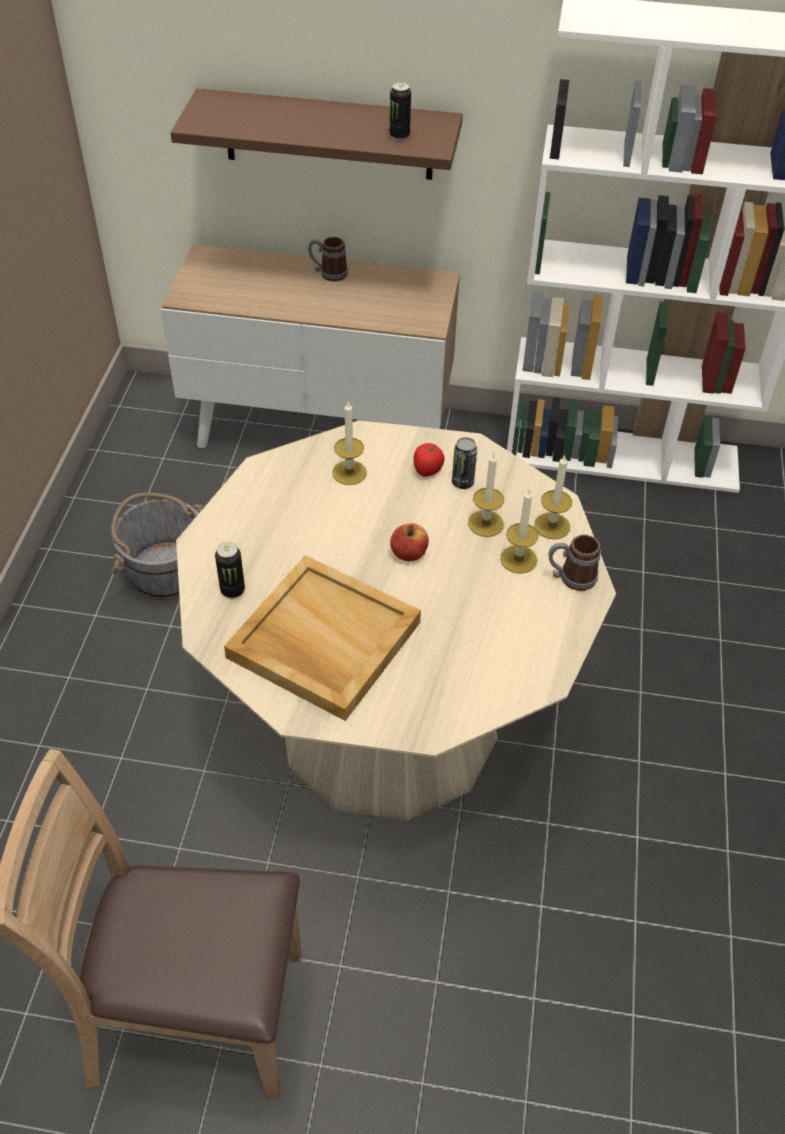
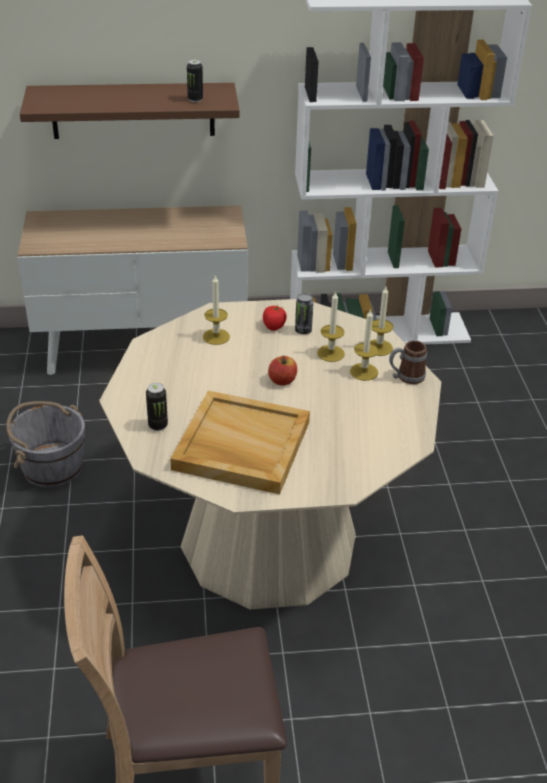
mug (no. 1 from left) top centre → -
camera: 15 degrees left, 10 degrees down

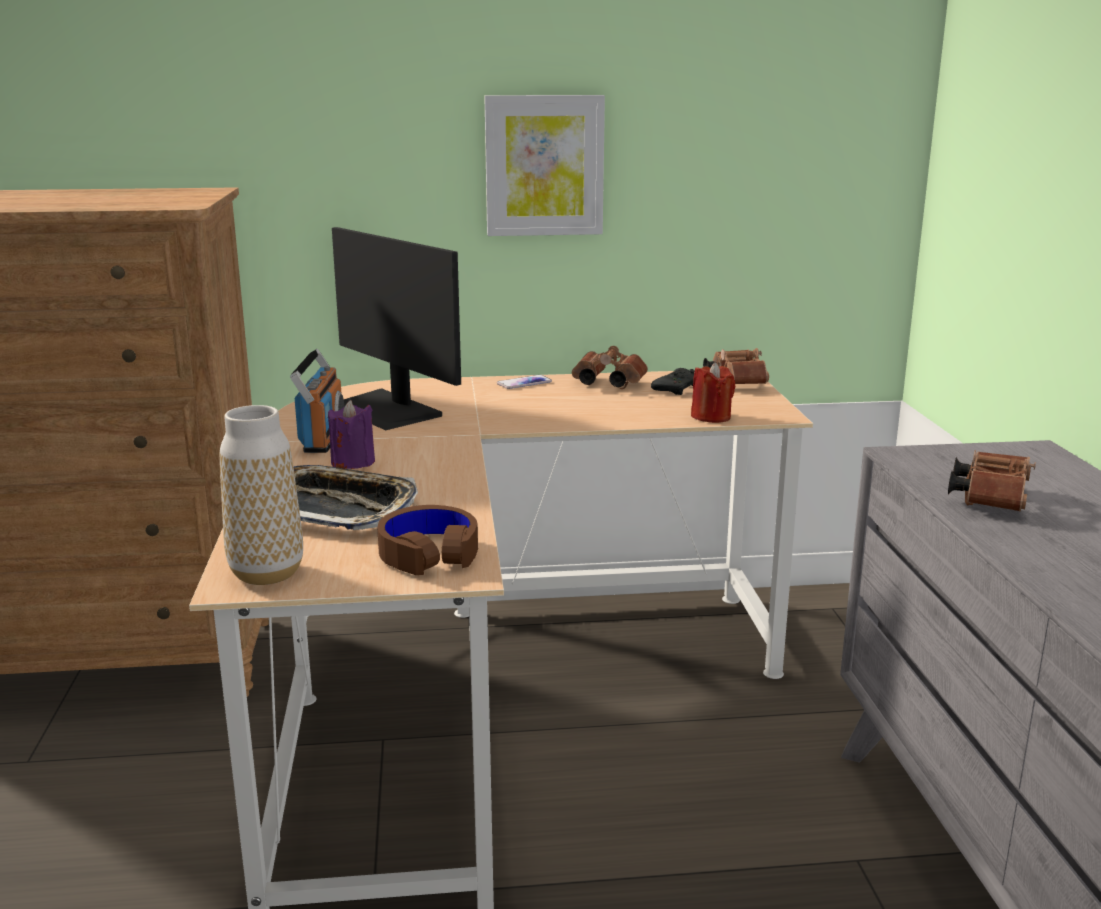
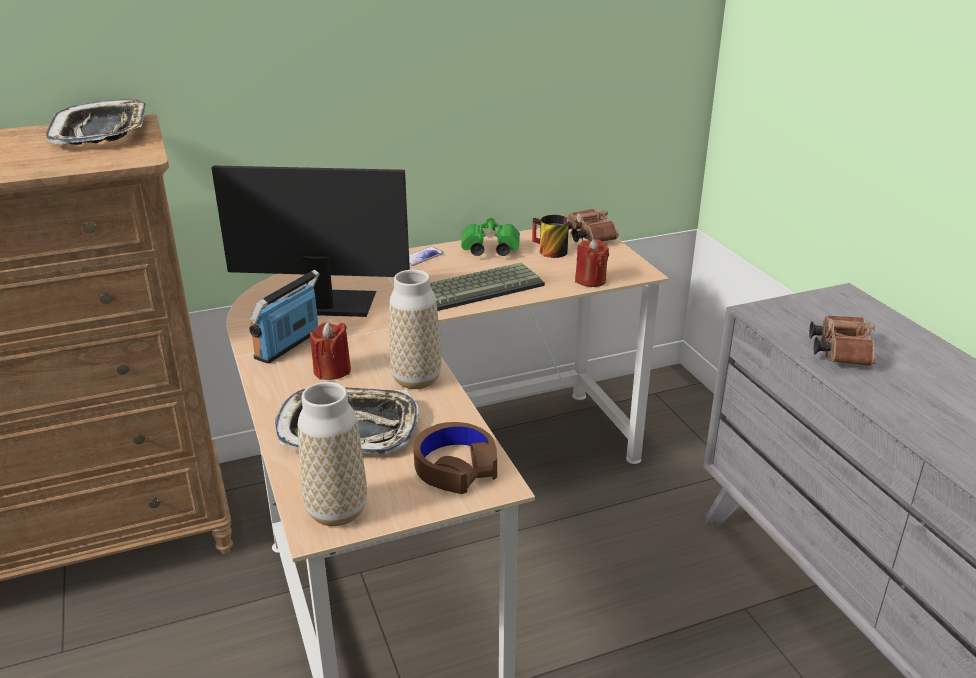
tableau top centre → -
écran d'ordinateur centre → écran d'ordinateur middle left, 150 degrees clockwise
jumelles/marron (no. 1 from left) centre → jumelles/vert centre
radio middle left, 135 degrees counterclockwise
manette/noir centre → mug centre
bougie/violet middle left → bougie/rouge (no. 1 from left) centre
- → plateau (no. 1 from left) top left
- → clavier centre
- → vase (no. 2 from left) centre
camera: 15 degrees left, 10 degrees up

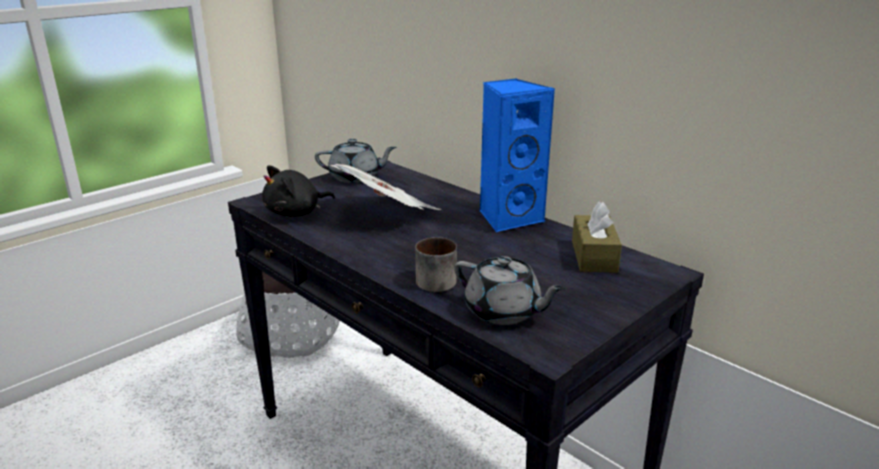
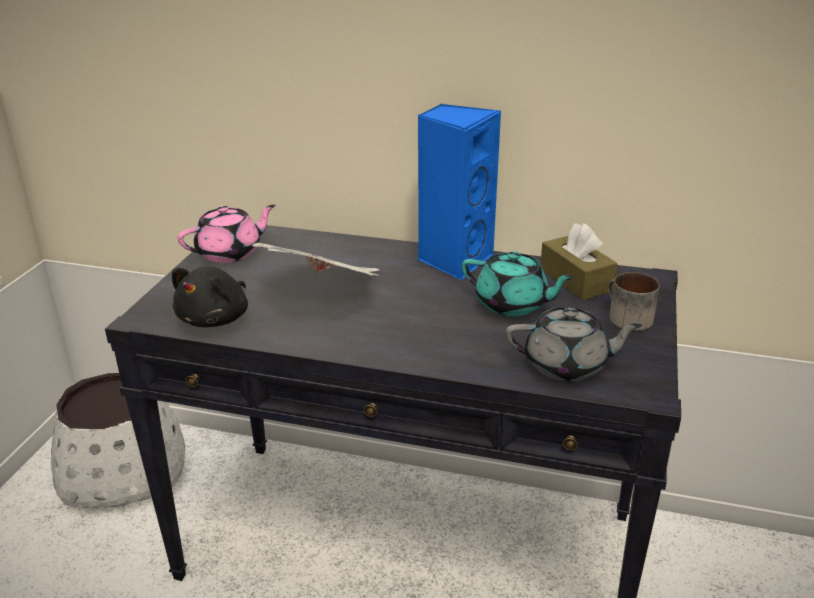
théière/gris (no. 1 from left) centre → théière/rose middle left
mug centre → mug middle right, relocated
- → théière/turquoise centre
camera: 30 degrees left, 5 degrees up

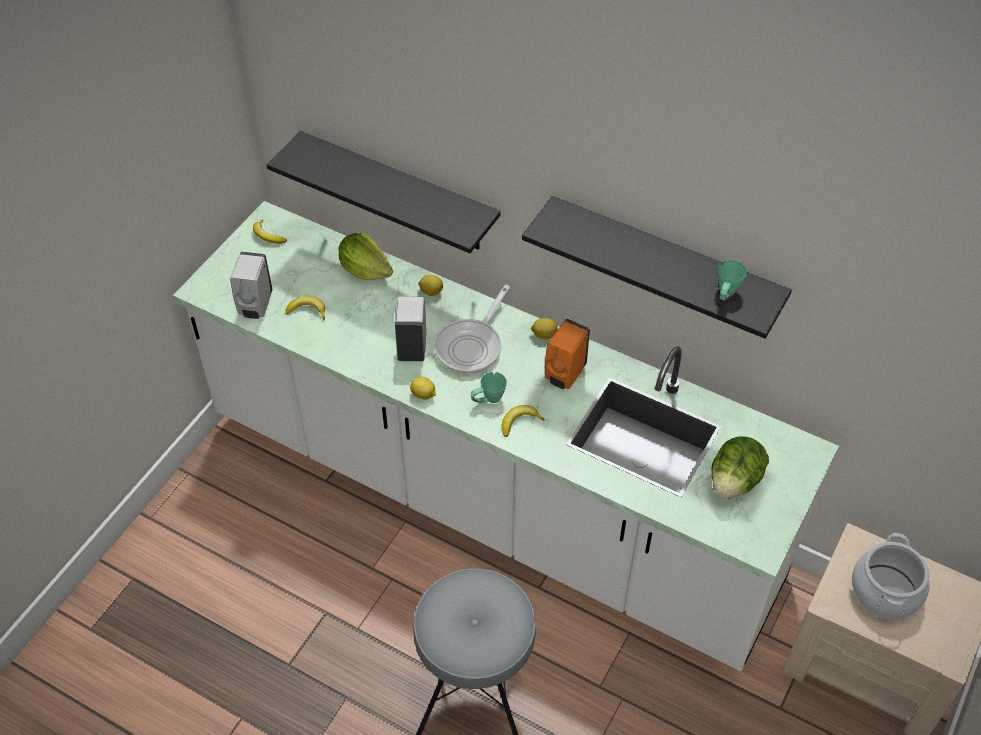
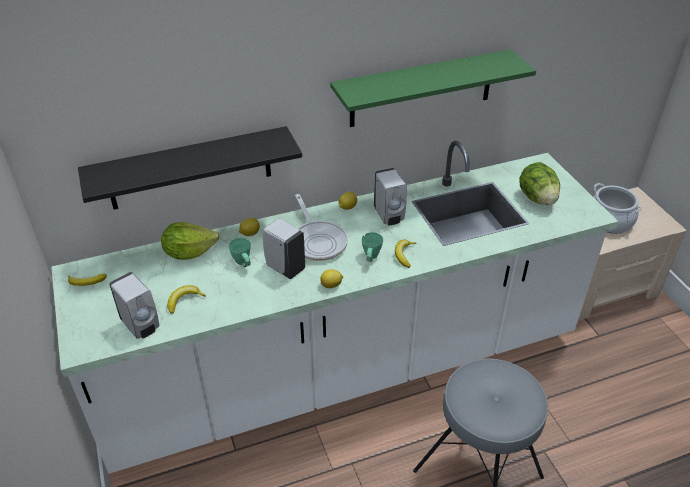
étagère/noir (no. 2 from left) middle right → étagère/vert top centre
mug/vert (no. 2 from left in the first image) middle right → mug/vert (no. 1 from left) centre, relocated
distributeur de savon/orange centre → distributeur de savon/blanc (no. 3 from left) centre
camera: 50 degrees left, 10 degrees down

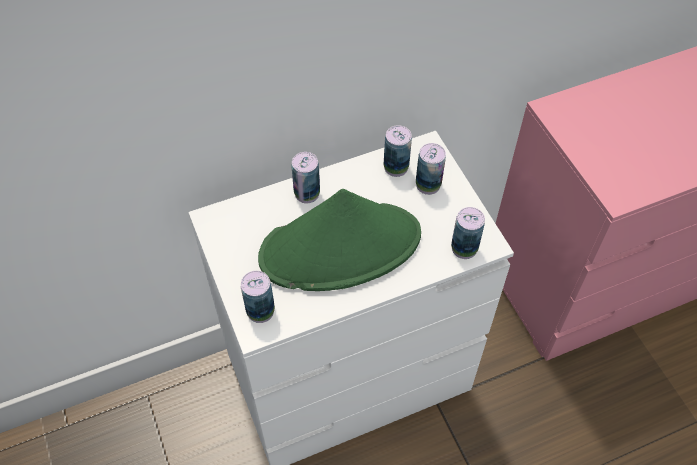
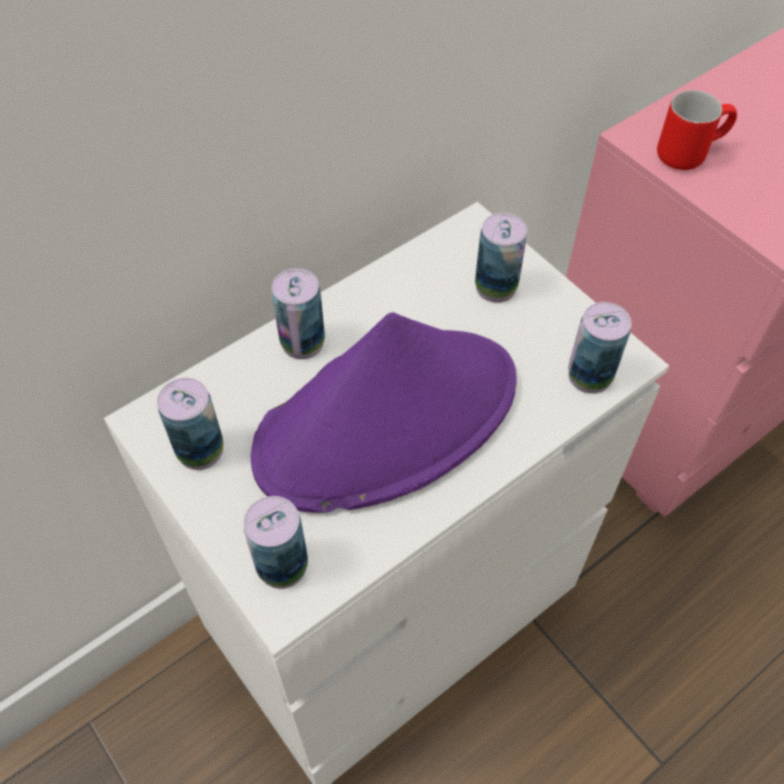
boîte métallique (no. 3 from left in the first image) top centre → boîte métallique (no. 1 from left) middle left, relocated
chapeau/vert centre → chapeau/violet centre
- → mug/rouge top right
camera: 15 degrees left, 0 degrees up

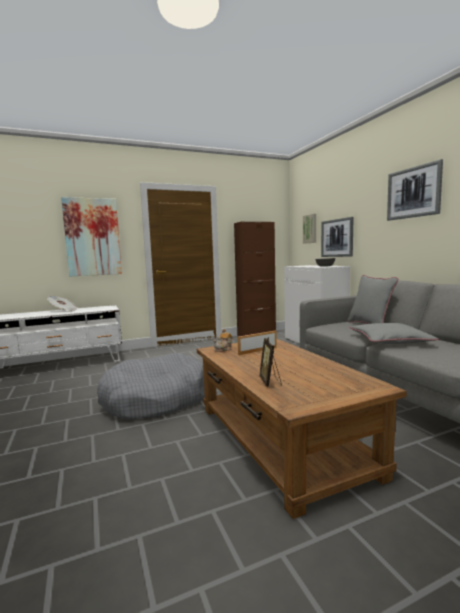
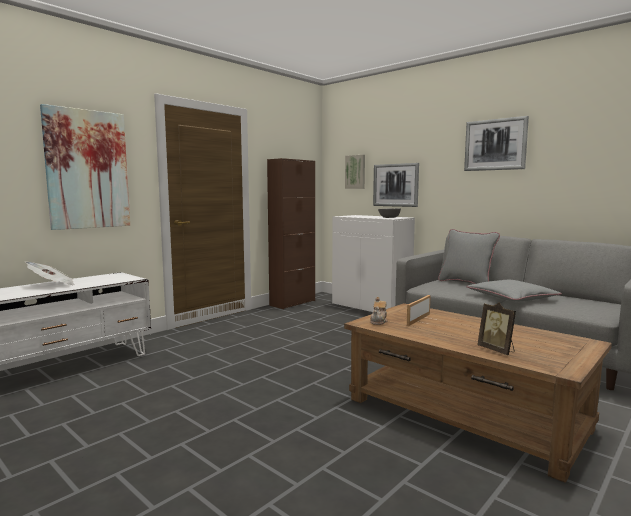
panier pour chien/gris middle left → -
camera: 25 degrees left, 0 degrees up

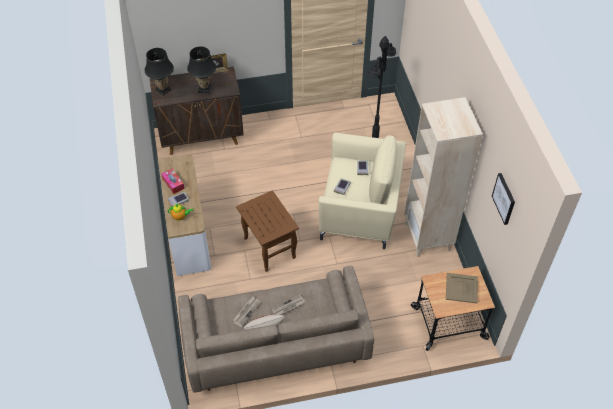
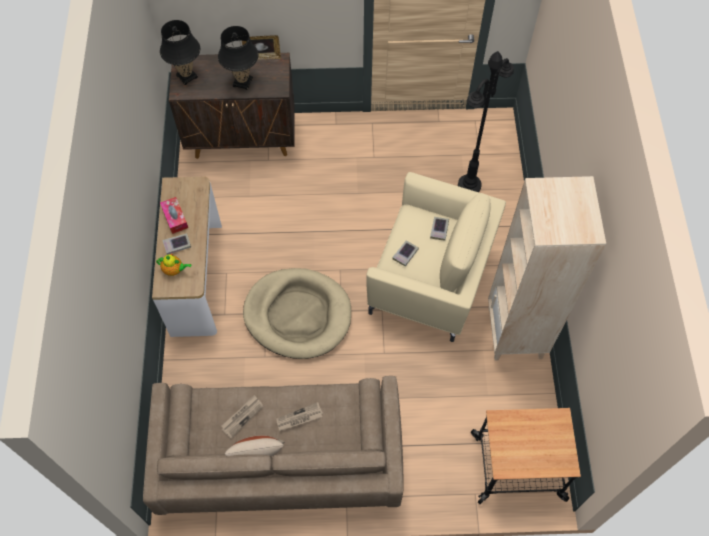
tableau middle right → -
table d'appoint/marron centre → panier pour chien/beige centre
plateau/beige bottom right → -
camera: 10 degrees right, 10 degrees up

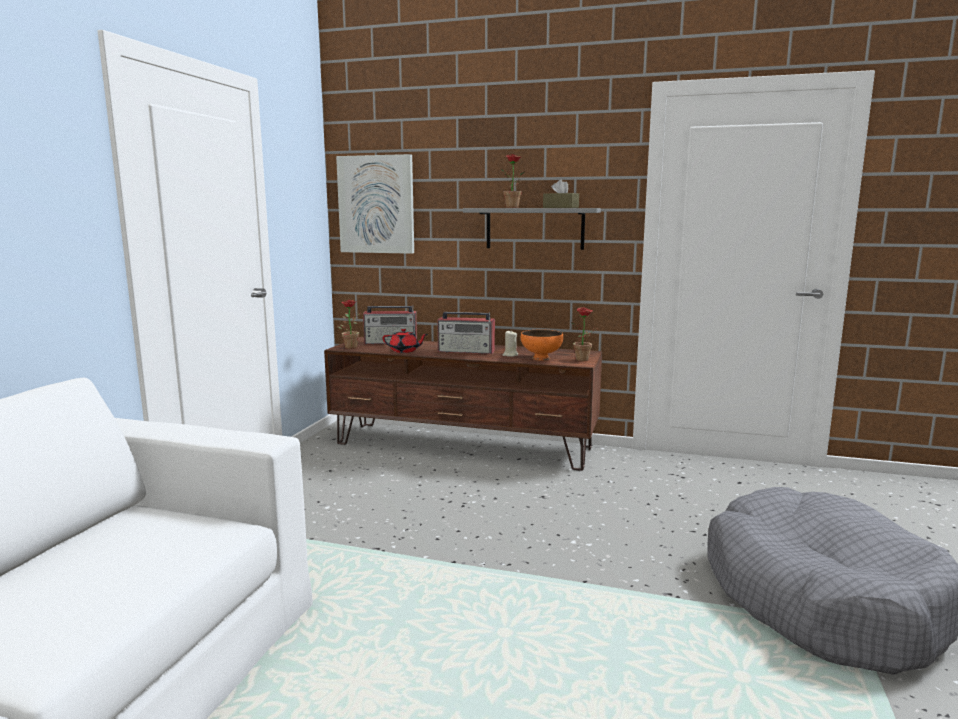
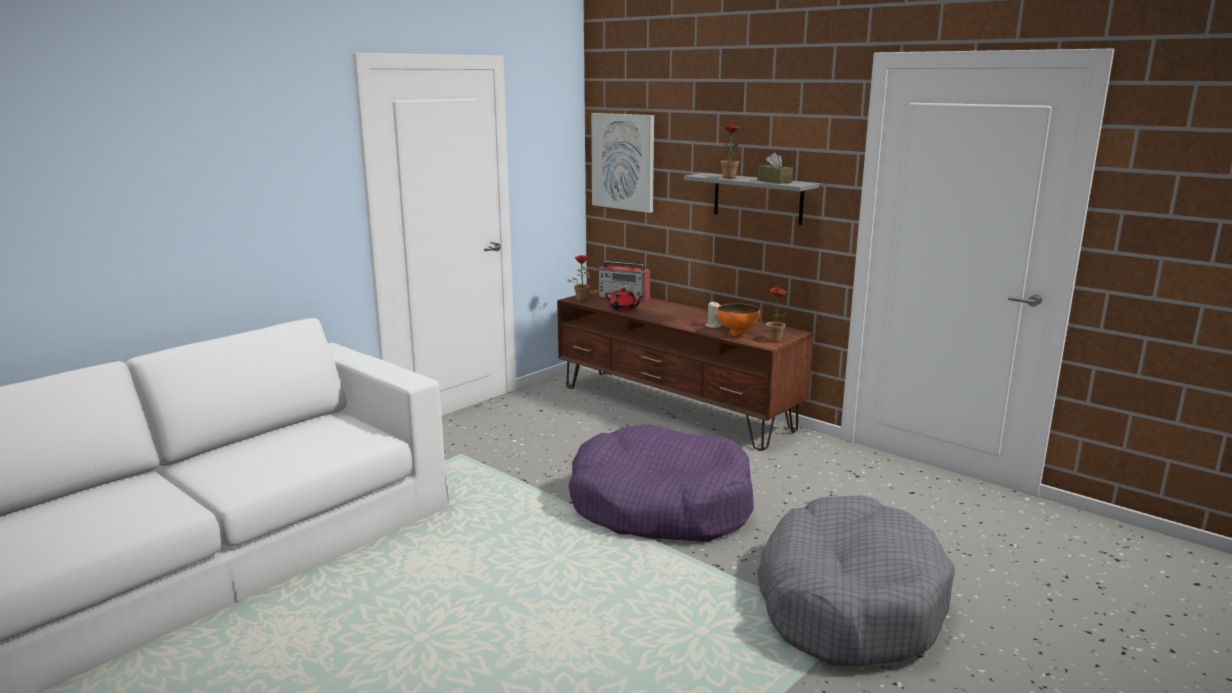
radio (no. 2 from left) centre → -
- → panier pour chien/violet bottom centre
camera: 25 degrees right, 5 degrees up

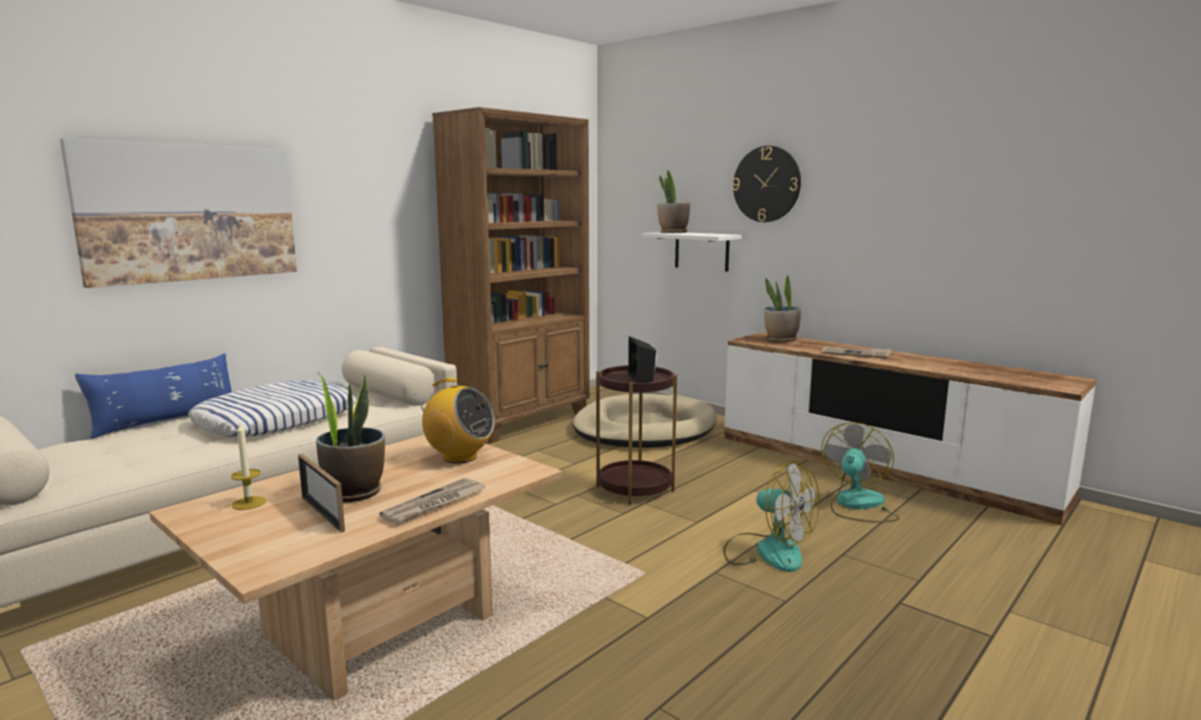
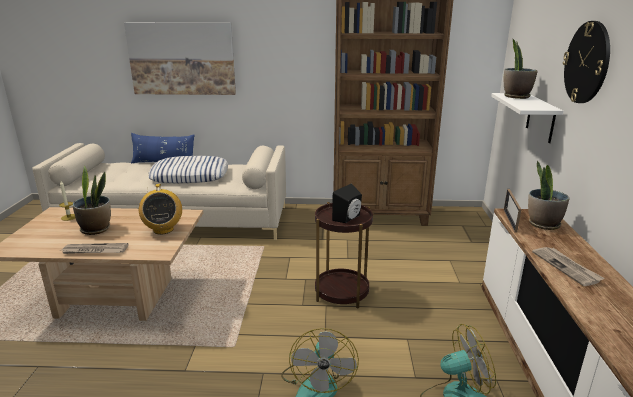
panier pour chien/beige centre → -
cadre photo bottom left → cadre photo middle right, relocated
camera: 50 degrees right, 10 degrees up

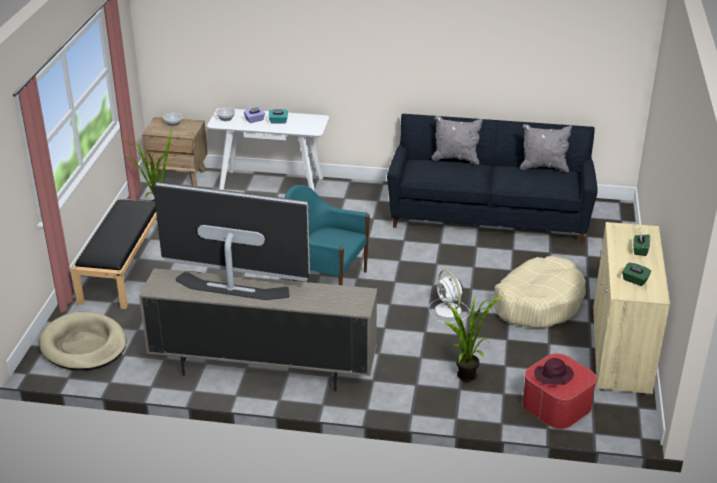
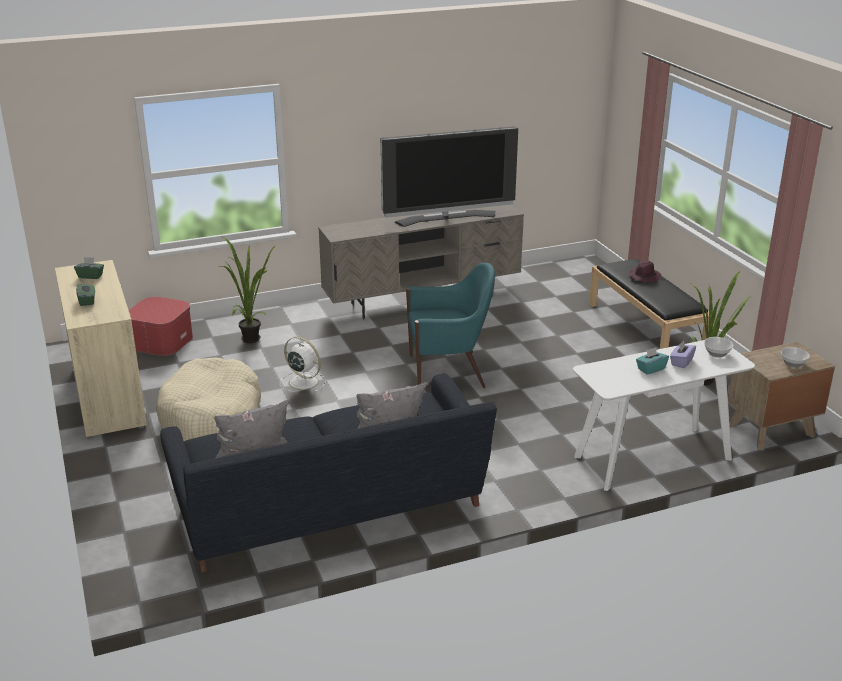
panier pour chien/beige (no. 1 from left) bottom left → -
chapeau/violet bottom right → chapeau/violet middle right, relocated
camera: 150 degrees right, 5 degrees down

